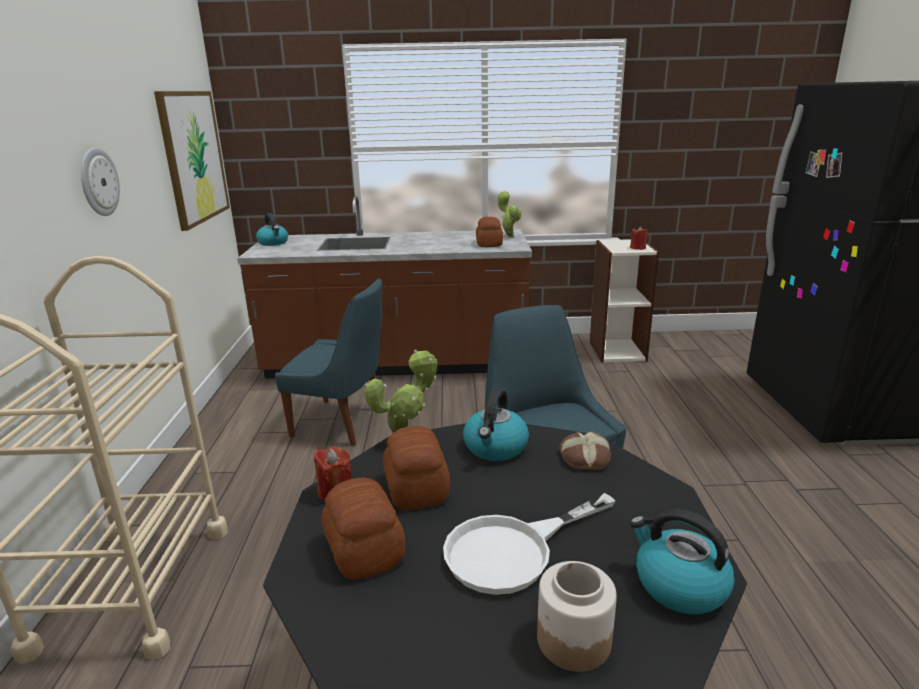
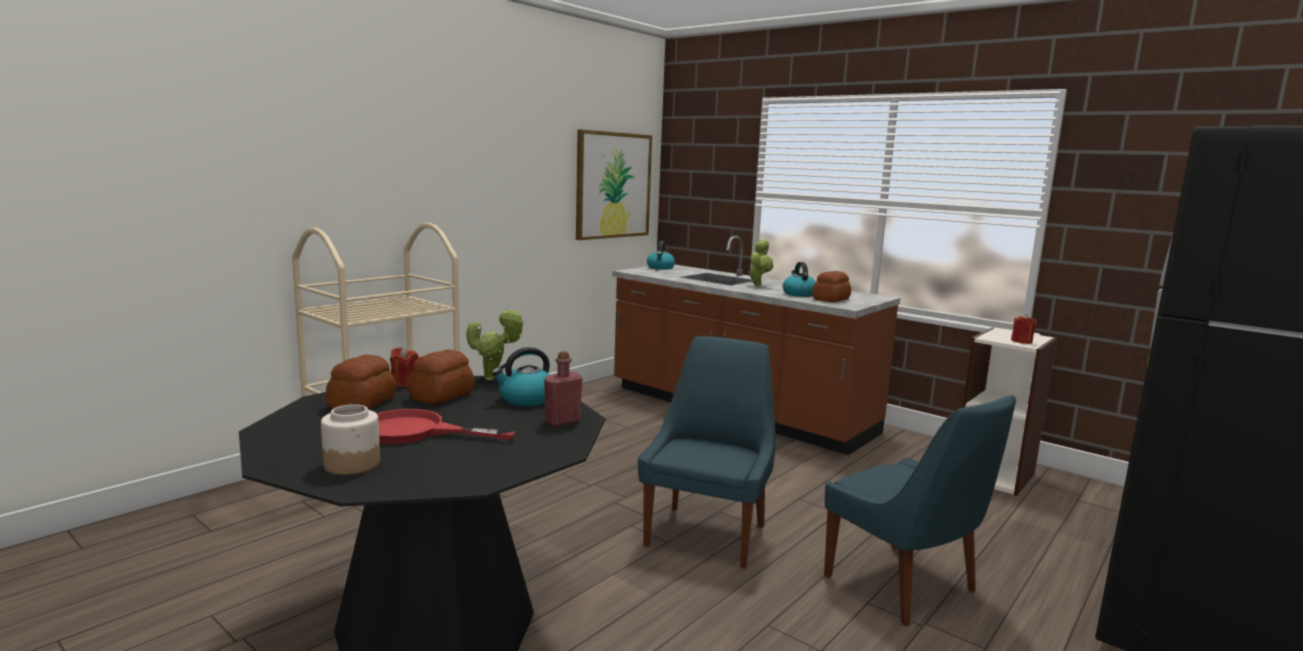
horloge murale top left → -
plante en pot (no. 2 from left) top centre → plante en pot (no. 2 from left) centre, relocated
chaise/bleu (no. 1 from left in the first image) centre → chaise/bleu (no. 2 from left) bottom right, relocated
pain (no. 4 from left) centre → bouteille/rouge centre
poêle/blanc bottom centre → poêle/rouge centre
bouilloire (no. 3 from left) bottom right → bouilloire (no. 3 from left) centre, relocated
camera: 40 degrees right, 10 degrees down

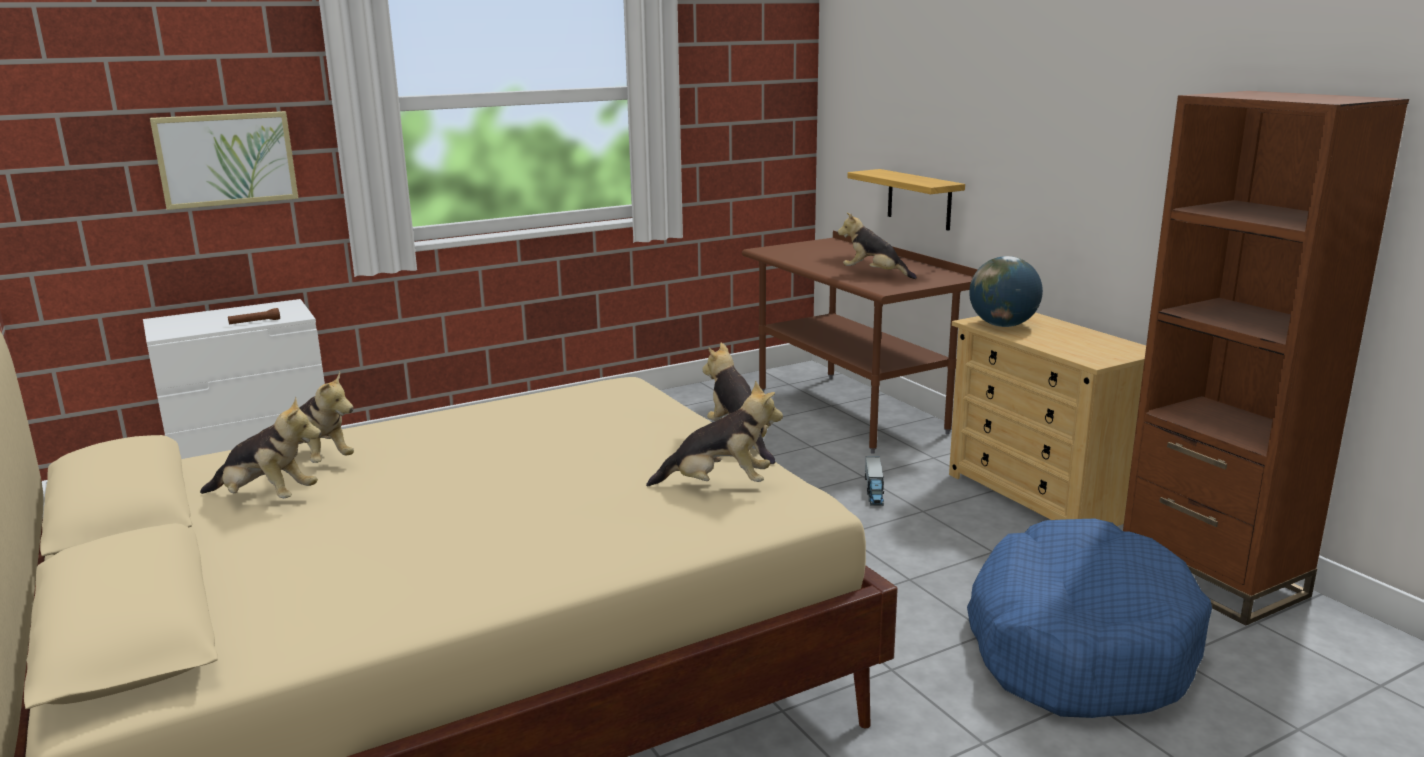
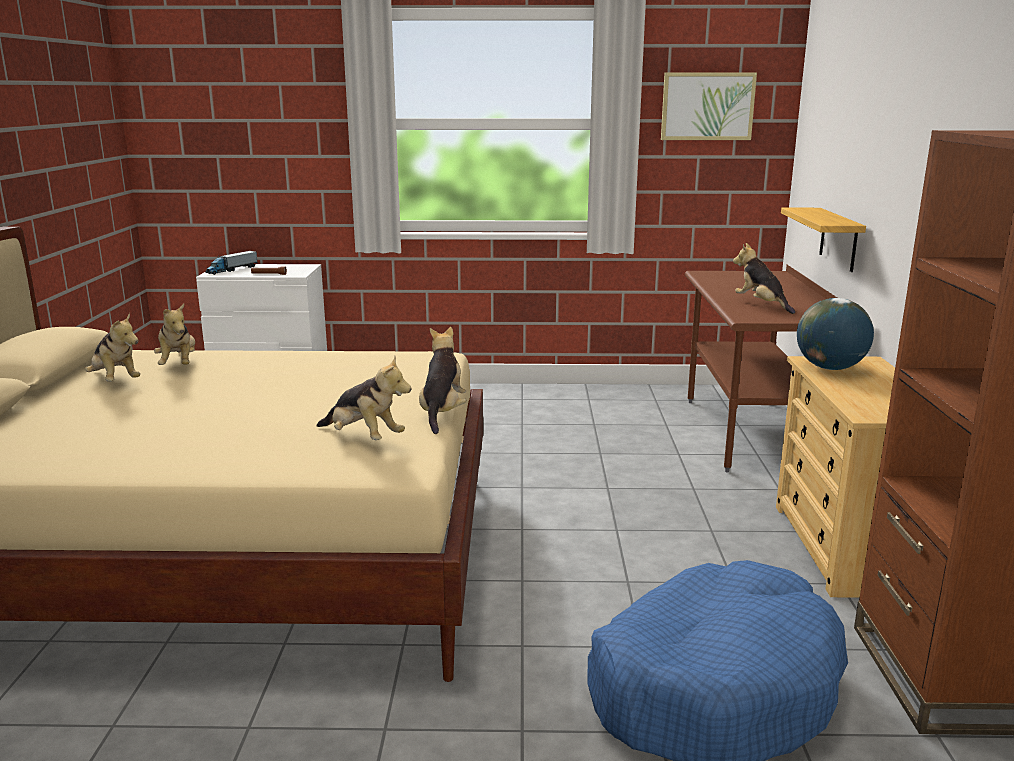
tableau top left → tableau top right, relocated
camion jouet centre → camion jouet middle left, relocated
camera: 30 degrees right, 0 degrees up

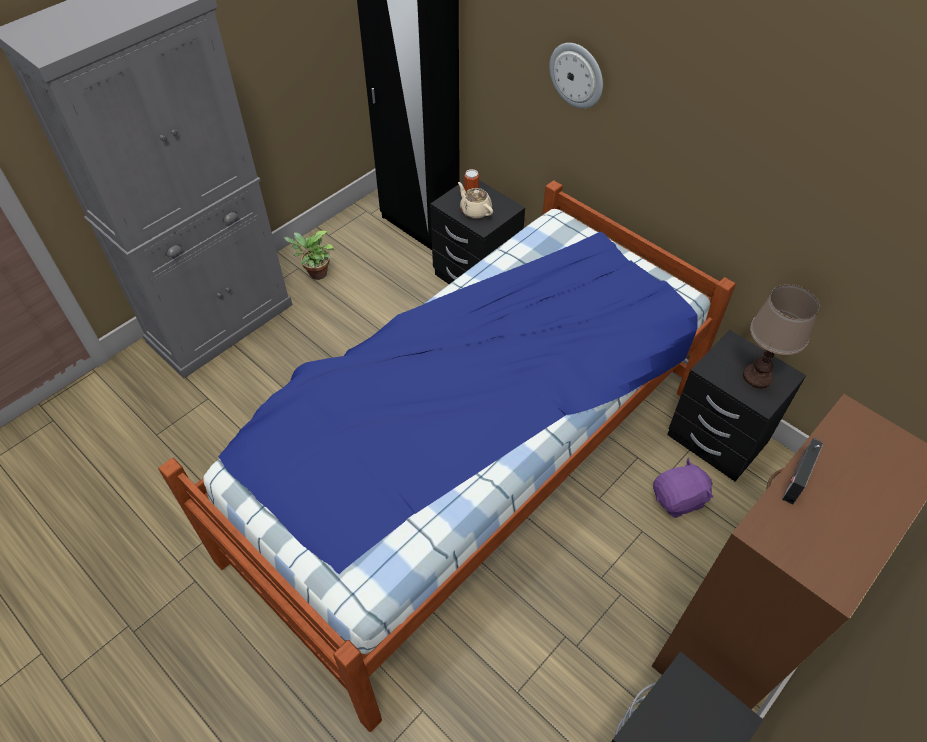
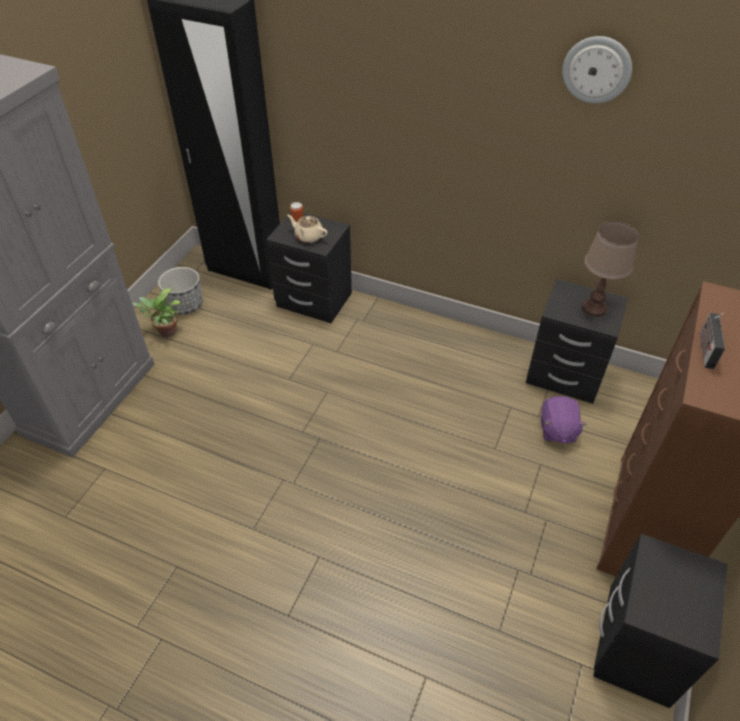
horloge murale top centre → horloge murale top right, relocated
lit centre → -
peluche/violet middle right, 135 degrees clockwise
- → cache-pot middle left
camera: 20 degrees left, 5 degrees down

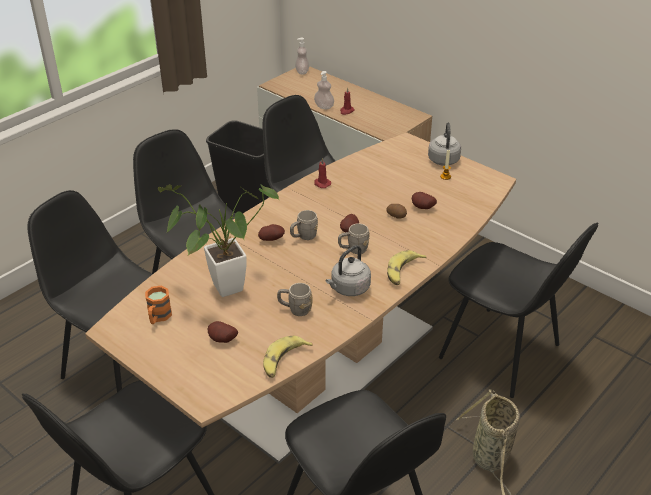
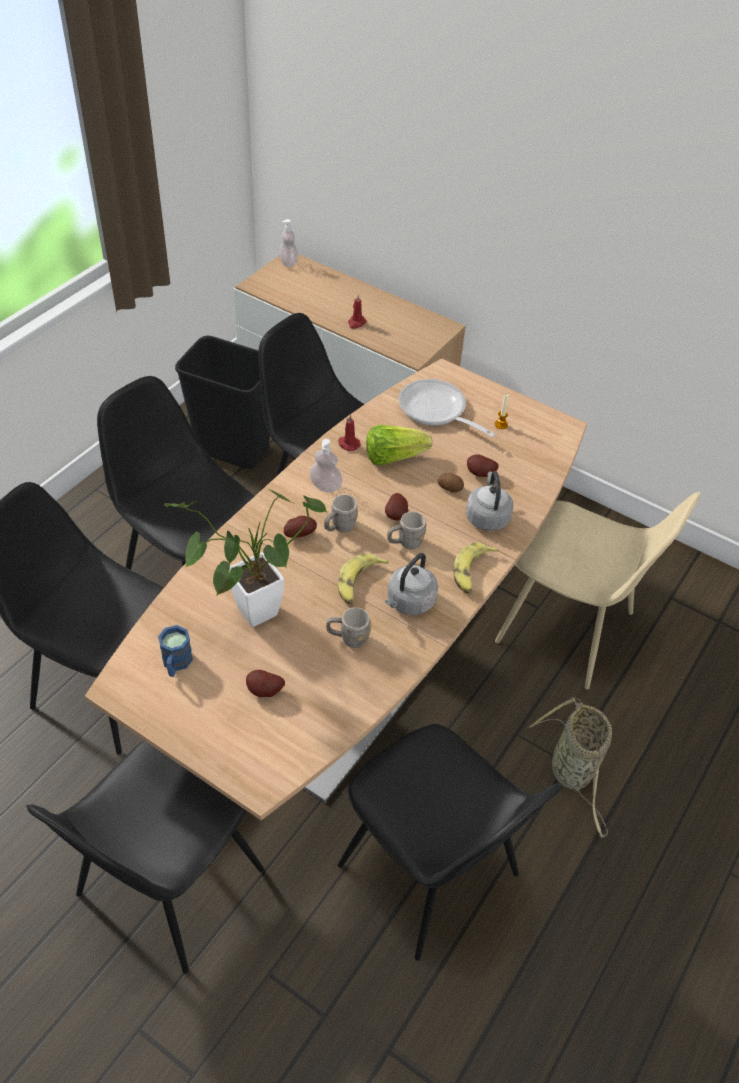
distributeur de savon (no. 2 from left) top centre → distributeur de savon (no. 2 from left) centre, relocated
bouilloire/gris (no. 2 from left) top right → bouilloire/gris (no. 2 from left) centre, relocated
chaise/noir (no. 6 from left) middle right → chaise/beige middle right
mug/orange middle left → mug/bleu middle left
banane (no. 1 from left) bottom centre → banane (no. 1 from left) centre, relocated
- → poêle centre
- → laitue centre
camera: 10 degrees left, 10 degrees up

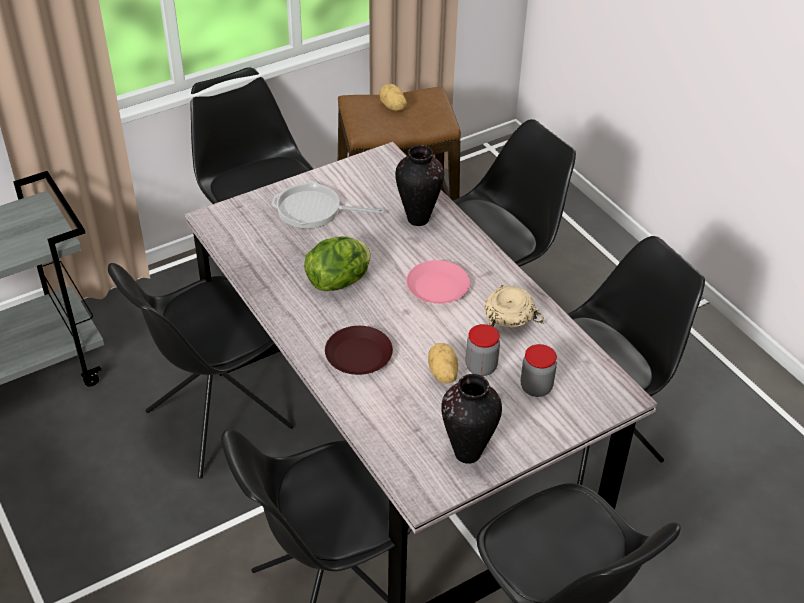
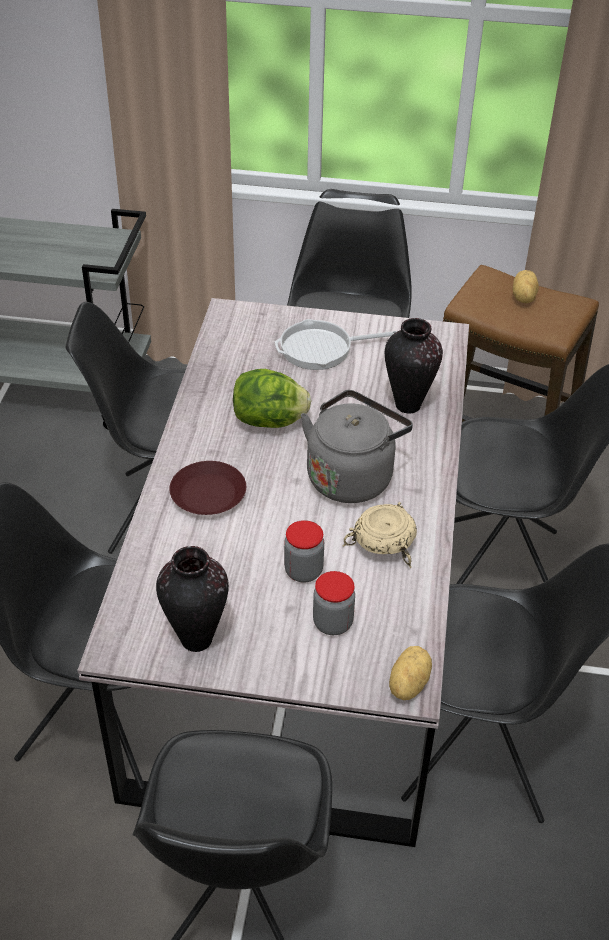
poêle centre, 60 degrees counterclockwise
assiette/rose centre → bouilloire/gris centre
pomme de terre (no. 2 from left in the first image) centre → pomme de terre (no. 1 from left) bottom right, relocated
camera: 40 degrees right, 0 degrees up

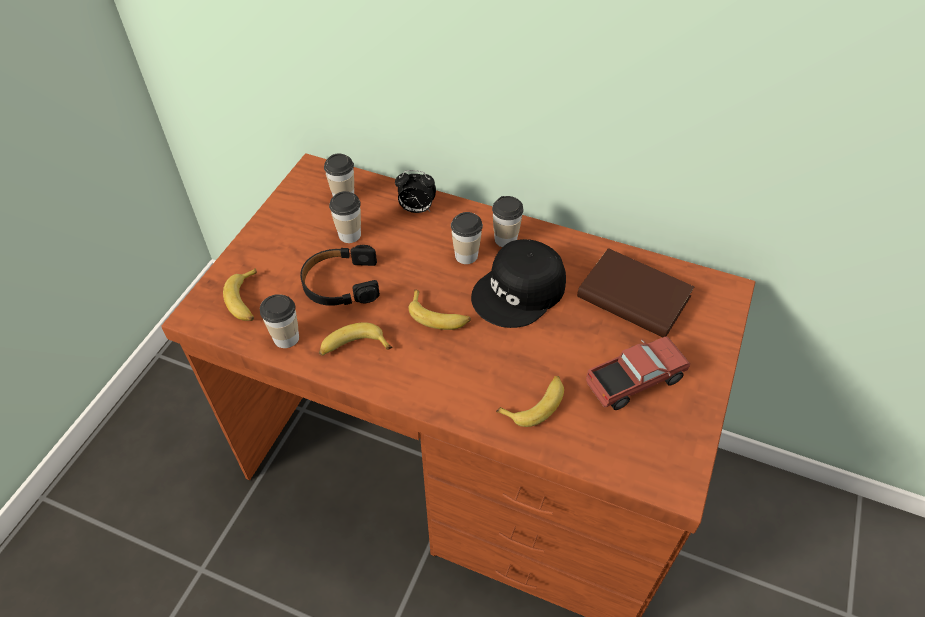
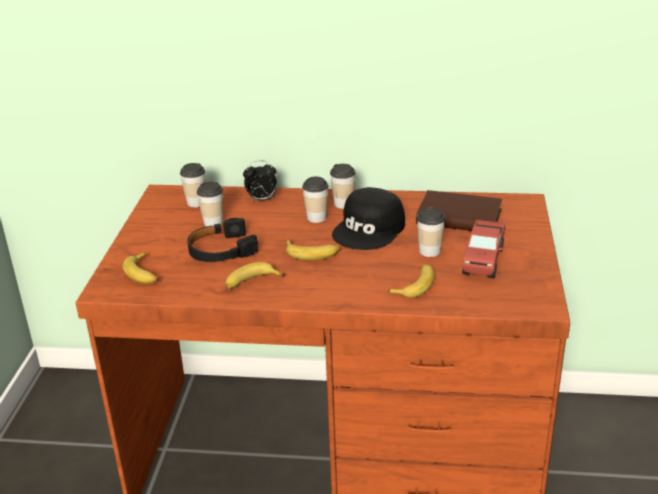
tasse (no. 1 from left in the first image) middle left → tasse (no. 5 from left) centre, relocated
camion jouet middle right, 150 degrees clockwise
camera: 15 degrees left, 20 degrees down

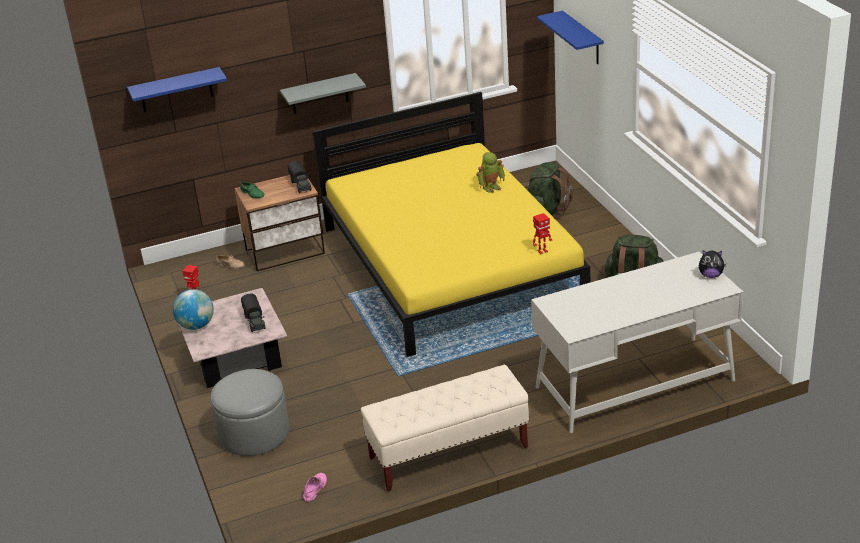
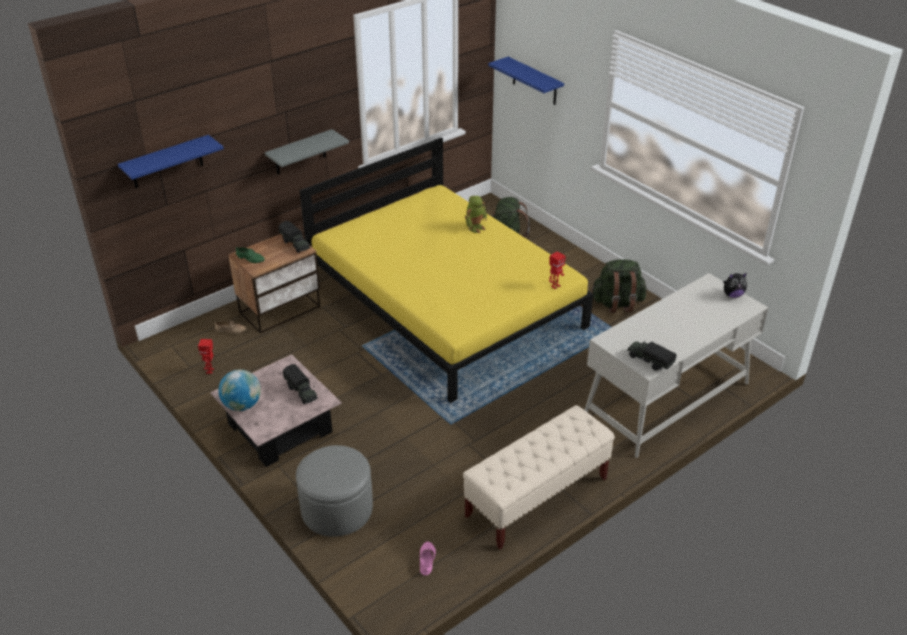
- → camion jouet (no. 3 from left) middle right
camera: 20 degrees left, 5 degrees up

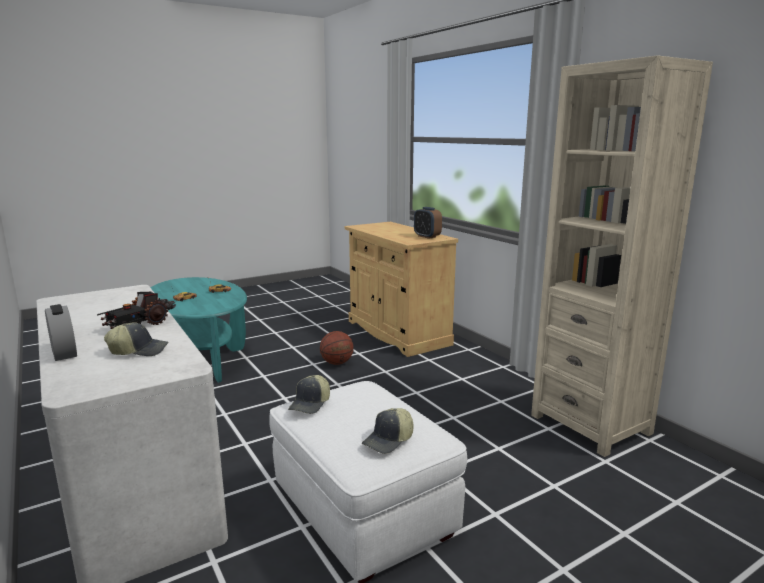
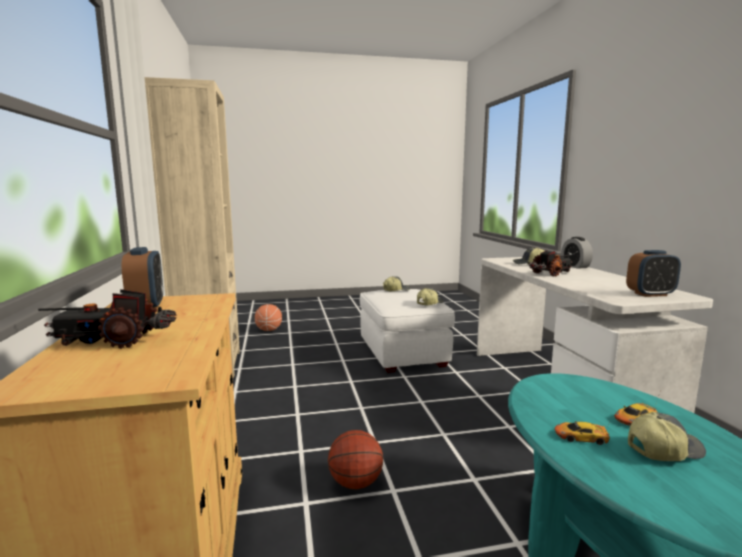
- → réveil (no. 3 from left) middle right
- → camion jouet (no. 1 from left) middle left
- → ballon de basket (no. 1 from left) centre
- → casquette (no. 4 from left) bottom right
camera: 160 degrees left, 5 degrees down

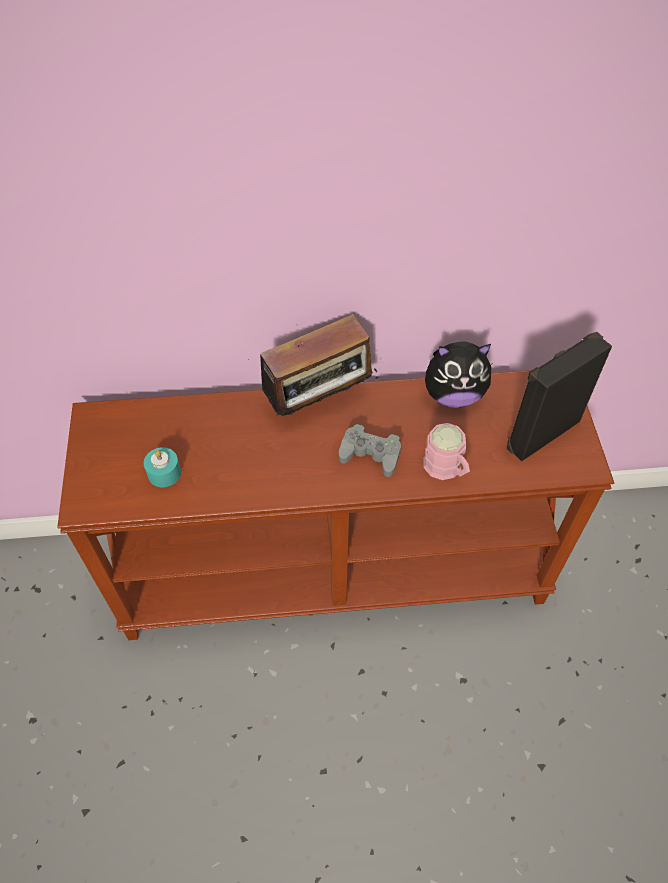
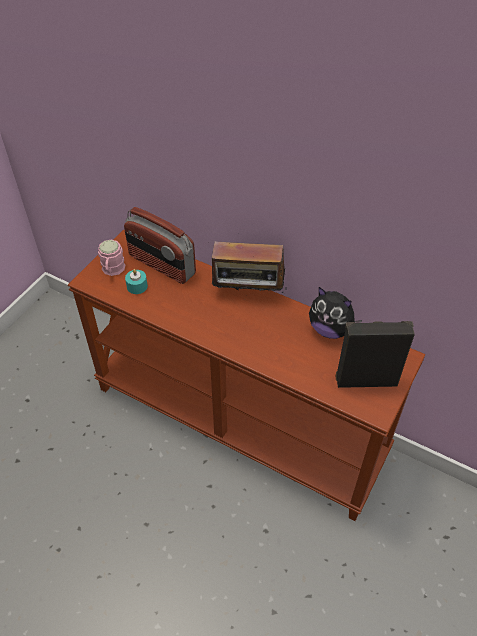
mug/rose middle right → mug/rose middle left, relocated
manette/gris centre → -
- → radio (no. 1 from left) centre
camera: 35 degrees right, 5 degrees down

